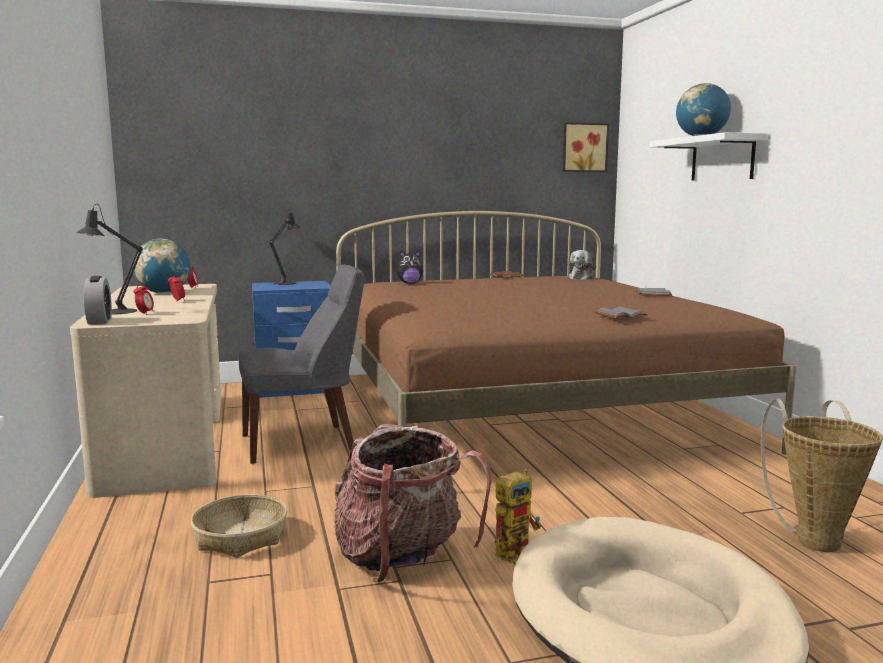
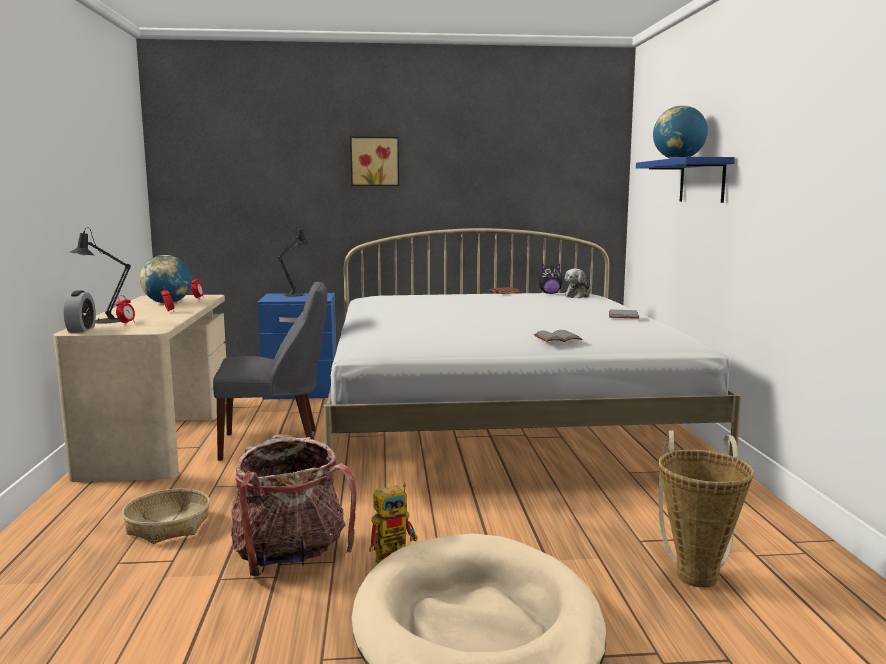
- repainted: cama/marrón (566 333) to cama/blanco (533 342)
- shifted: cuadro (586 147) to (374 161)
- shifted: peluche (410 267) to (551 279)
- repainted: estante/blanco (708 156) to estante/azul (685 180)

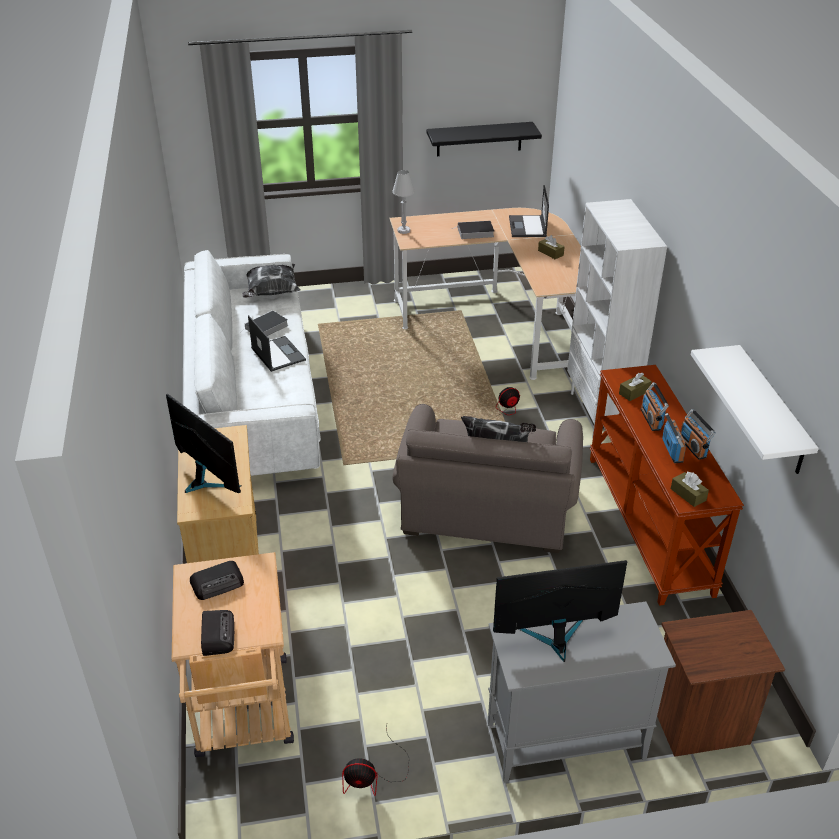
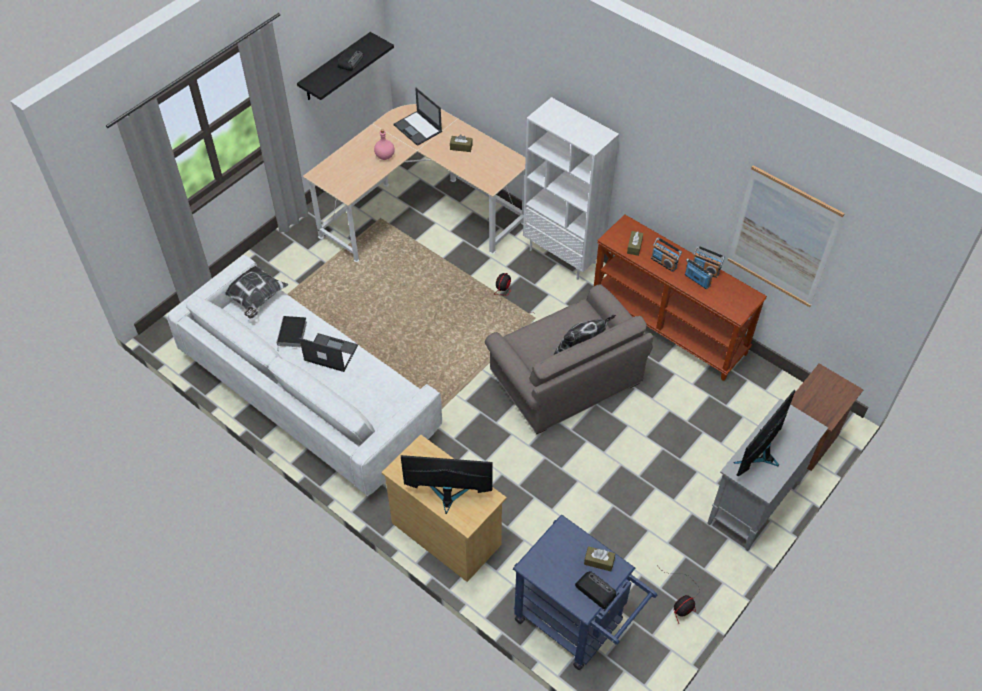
- shifted: radio (217 580) to (350 59)
- swapped: libro (473 230) to botella/rosa (384 144)
- repainted: carrito/beis (233 654) to carrito/azul (585 592)
- shifted: caja de pañuelos/marrón (690 489) to (599 558)
- swapped: estante/blanco (755 409) to cuadro (786 236)
- gone: lámpara de mesa/blanco (403 202)

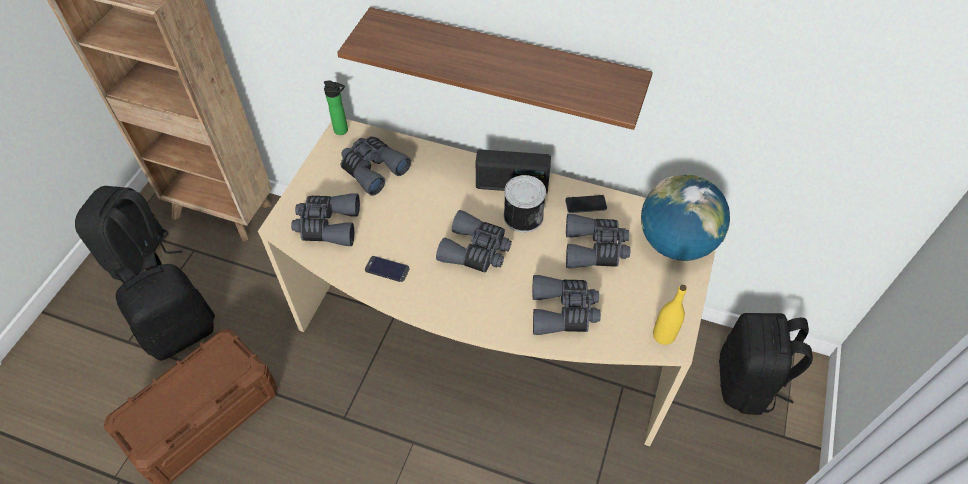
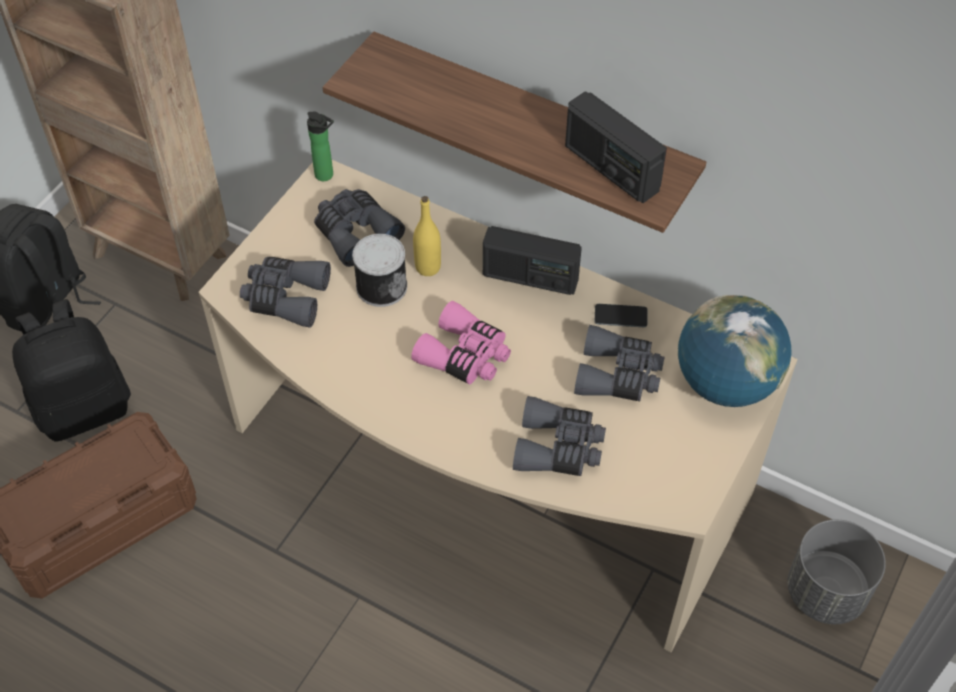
- shifted: lata (525 204) to (379 270)
- repainted: prismáticos/gris (474 241) to prismáticos/rosa (461 342)
- shifted: botella/amarillo (670 315) to (427 236)
- new: radio (616 147)
- swapped: mochila/negro (766 364) to maceta/gris (837 572)
- gone: móvil (387 269)

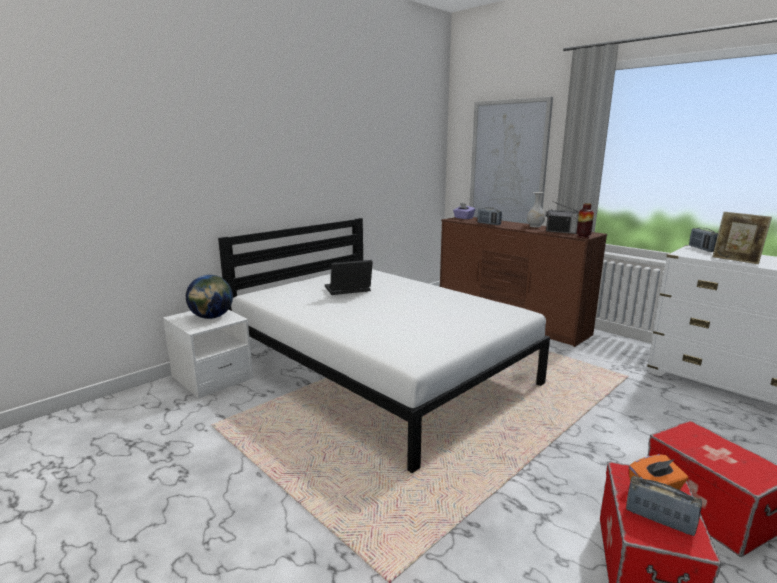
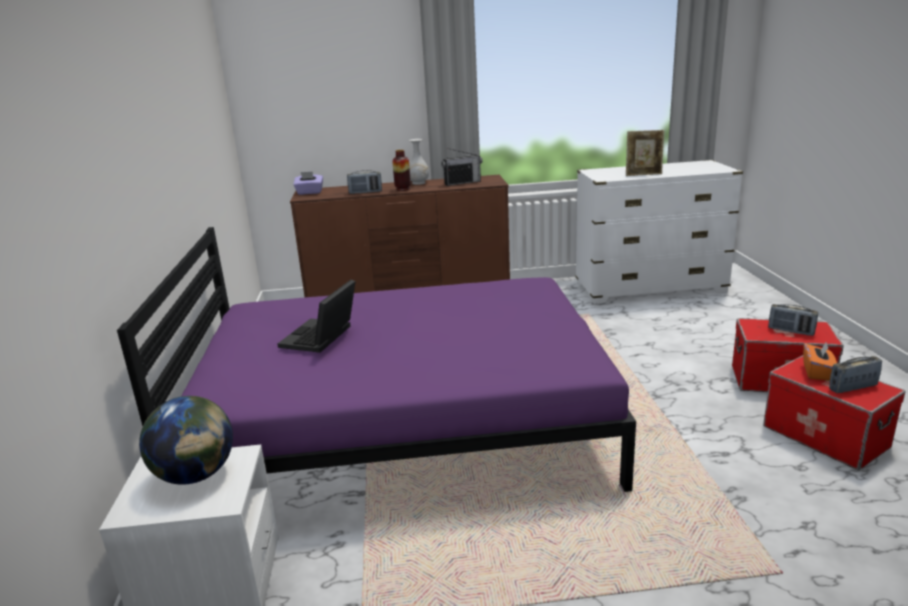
- repainted: cama/blanco (384 345) to cama/morado (376 359)
- shifted: florero (585 220) to (401 170)
- shifted: radio (703 240) to (793 320)
- gone: cuadro (511 160)

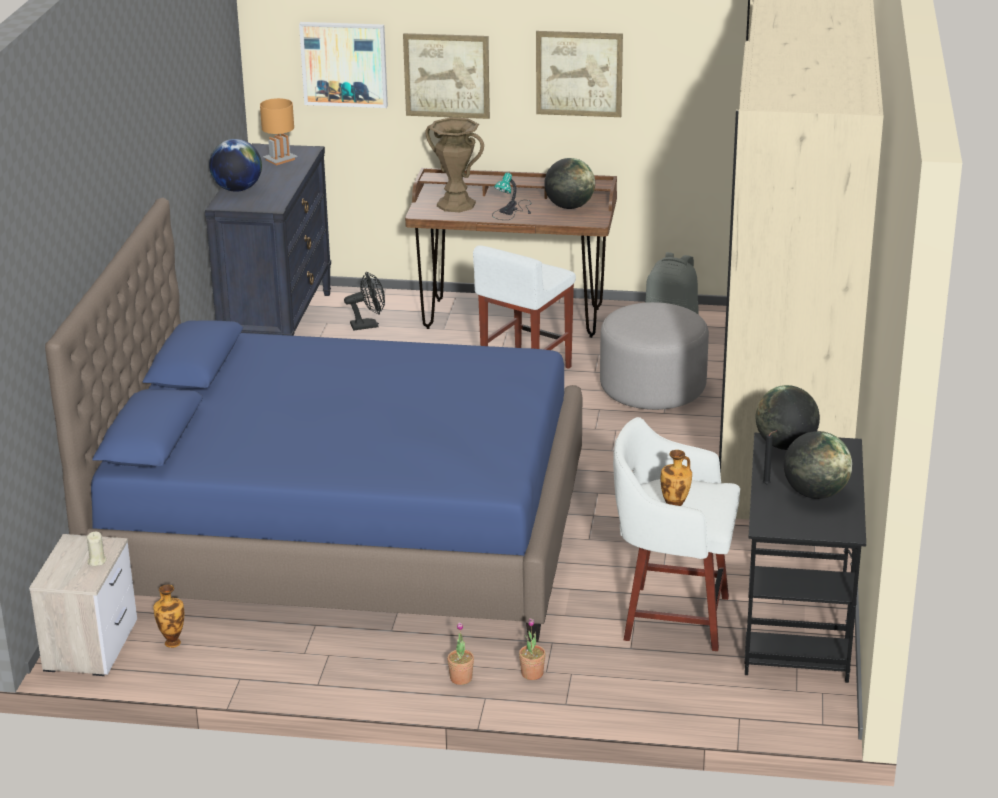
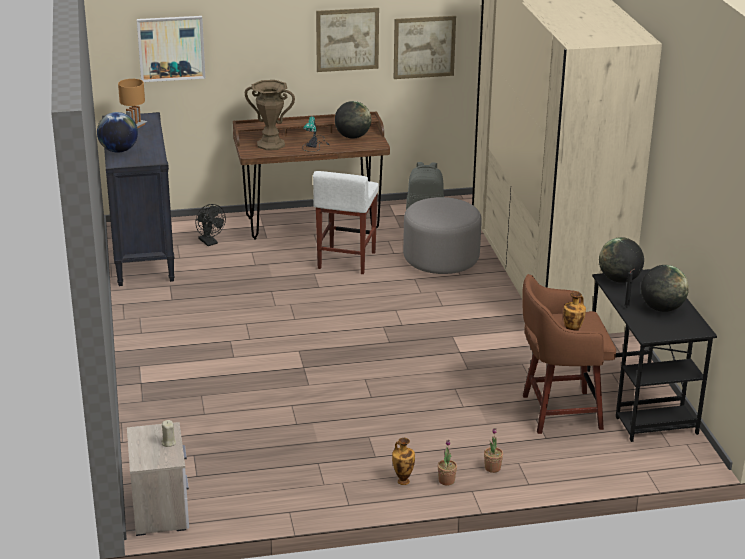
- rotated: ventilador/negro (364 301) = (210 225) 90 degrees clockwise
- shifted: florero (168 616) to (403 461)
- shifted: cuadro (446 76) to (425 47)
- repainted: taburete/blanco (676 534) to taburete/marrón (569 354)
- gone: cama/azul (313 420)

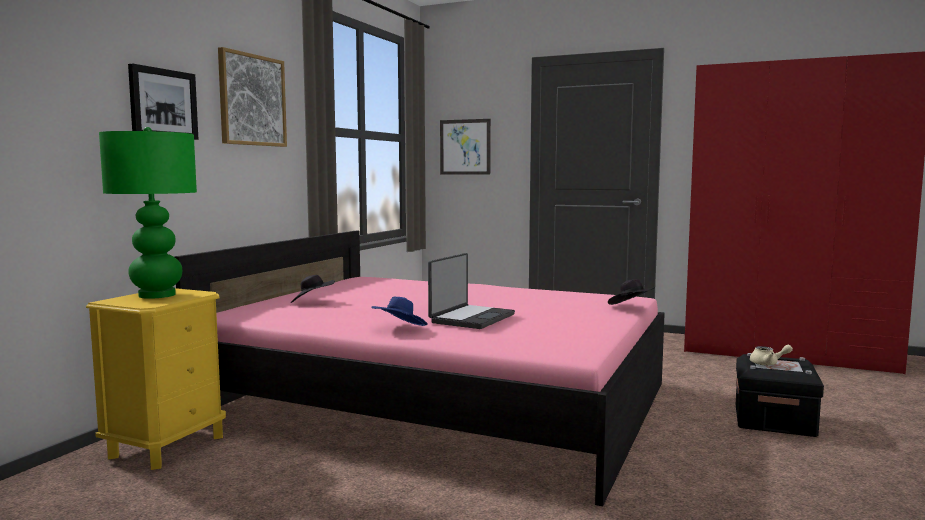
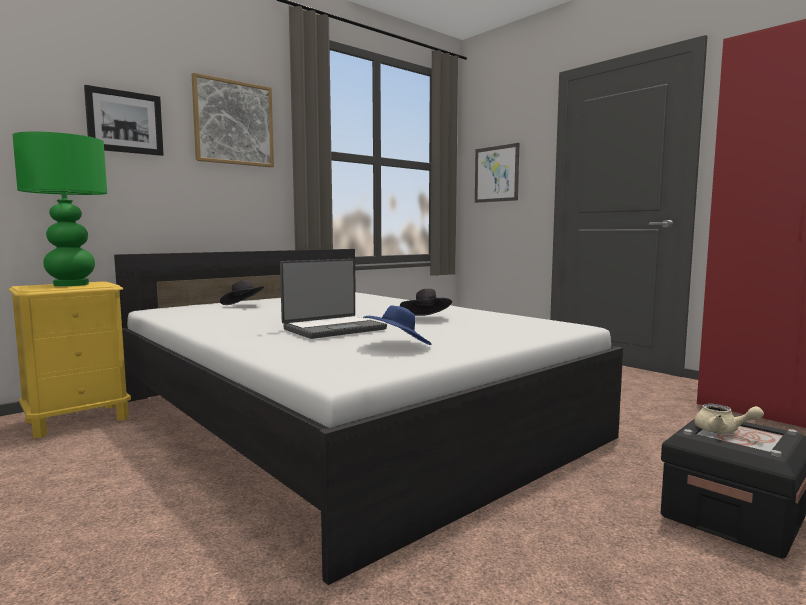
- repainted: cama/rosa (419 368) to cama/blanco (368 417)
- shifted: sombrero/azul (399 311) to (397 325)
- shifted: sombrero/negro (631 292) to (426 302)

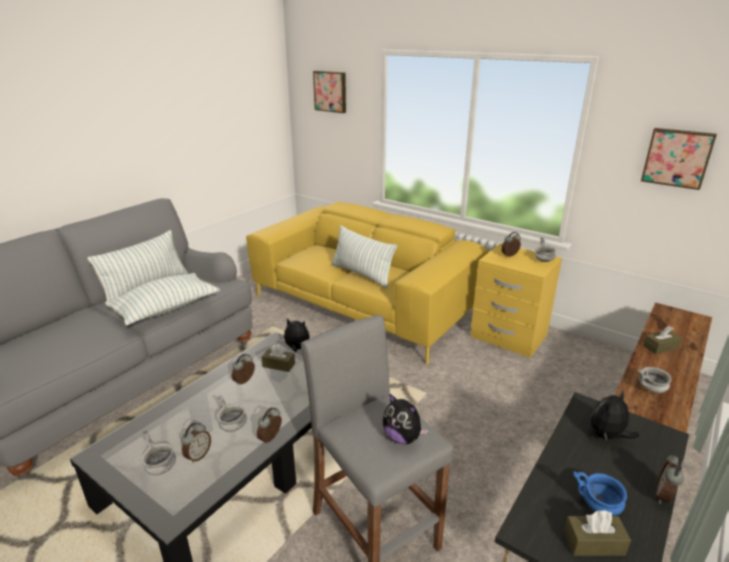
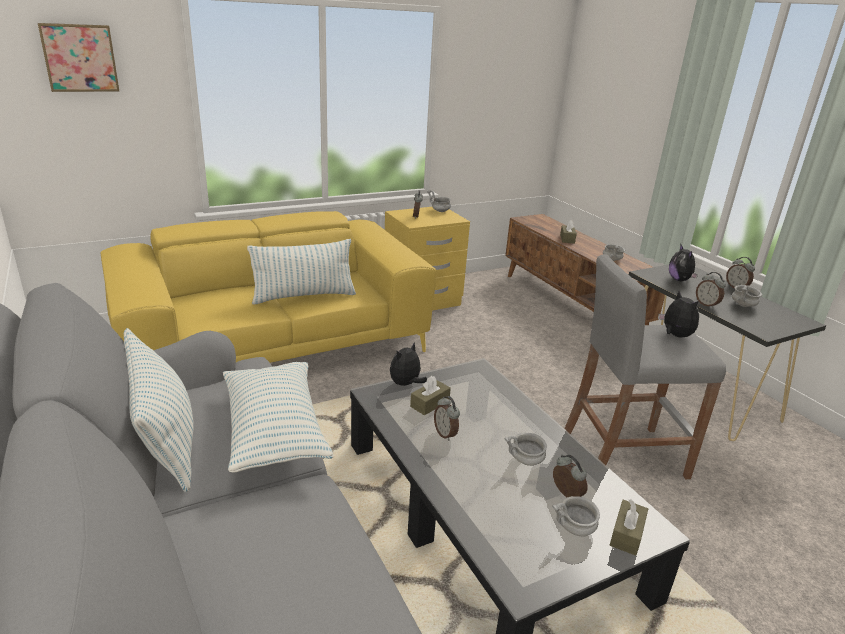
- shifted: caja de pañuelos/marrón (597 533) to (629 527)
- rotated: peluche (405 419) = (678 314) 90 degrees counterclockwise
- shifted: despertador (269 425) to (711 290)
- repainted: cuenco/azul (600 493) to cuenco/gris (747 296)
- gone: cuadro (679 159)

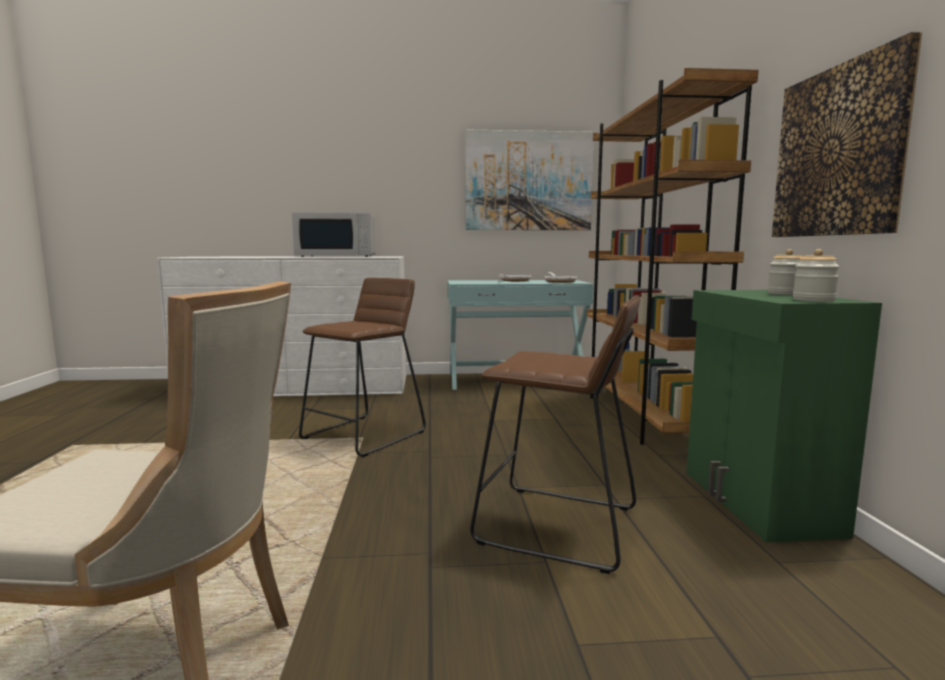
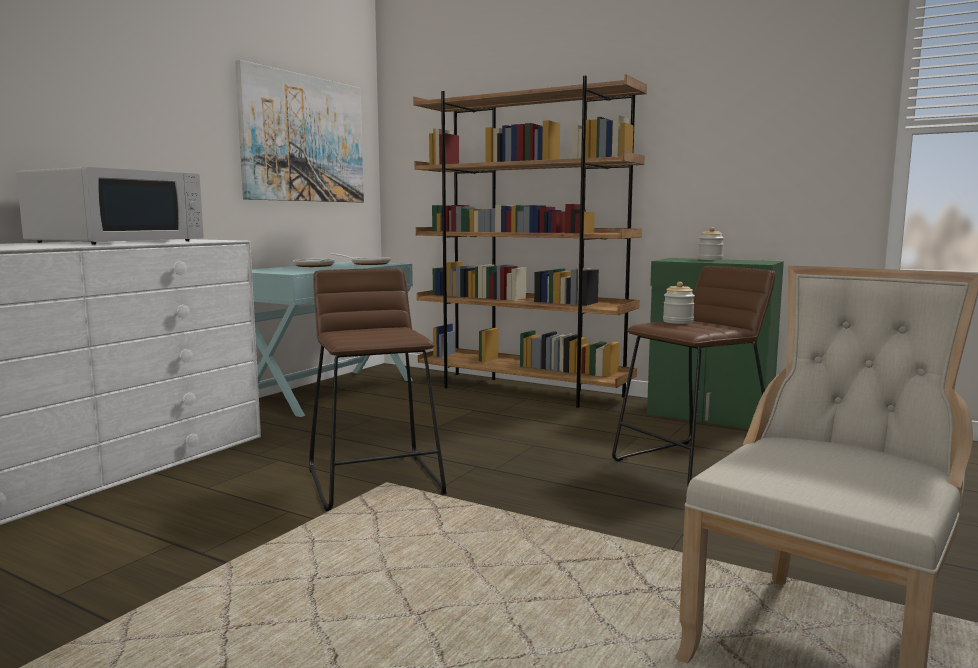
- shifted: tarro (816 275) to (679 303)
- gone: cuadro (847 134)

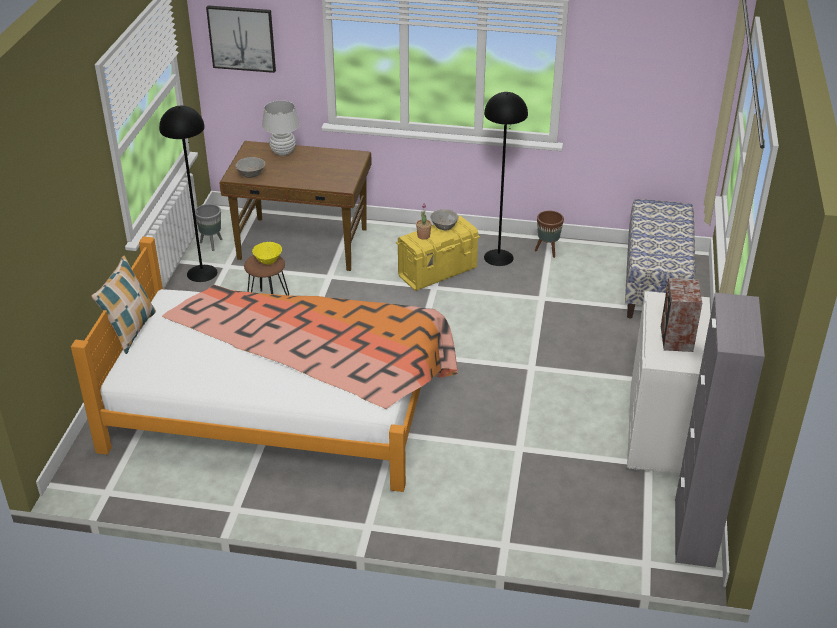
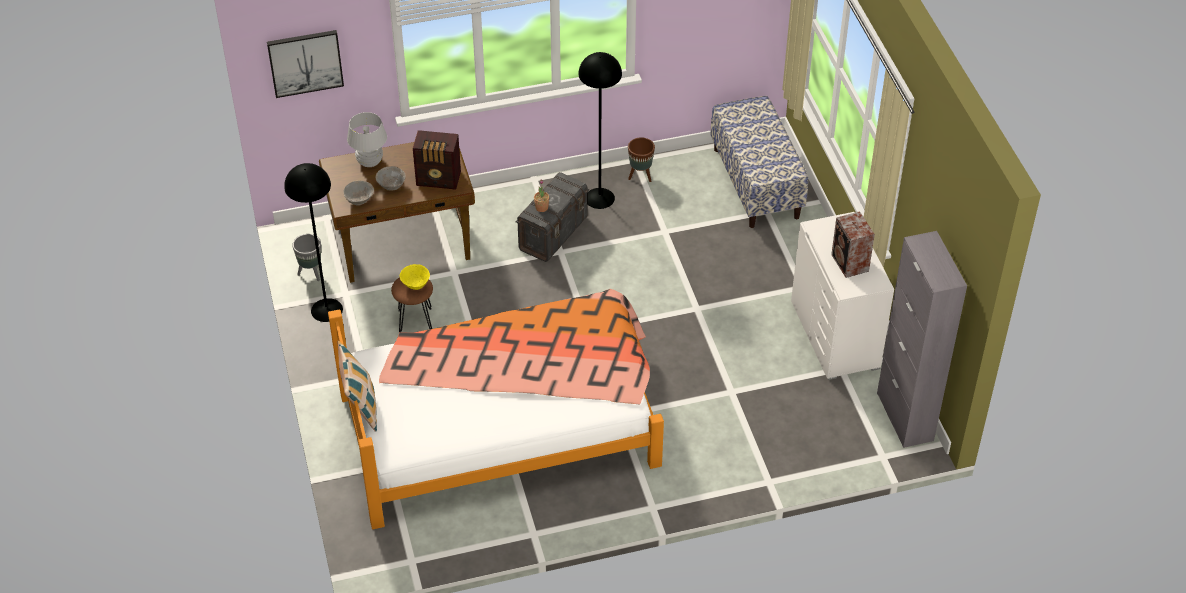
- shifted: cuenco/gris (444 220) to (391 178)
- new: radio (437 160)
- repainted: caja de almacenaje/amarillo (438 253) to caja de almacenaje/gris (552 217)

